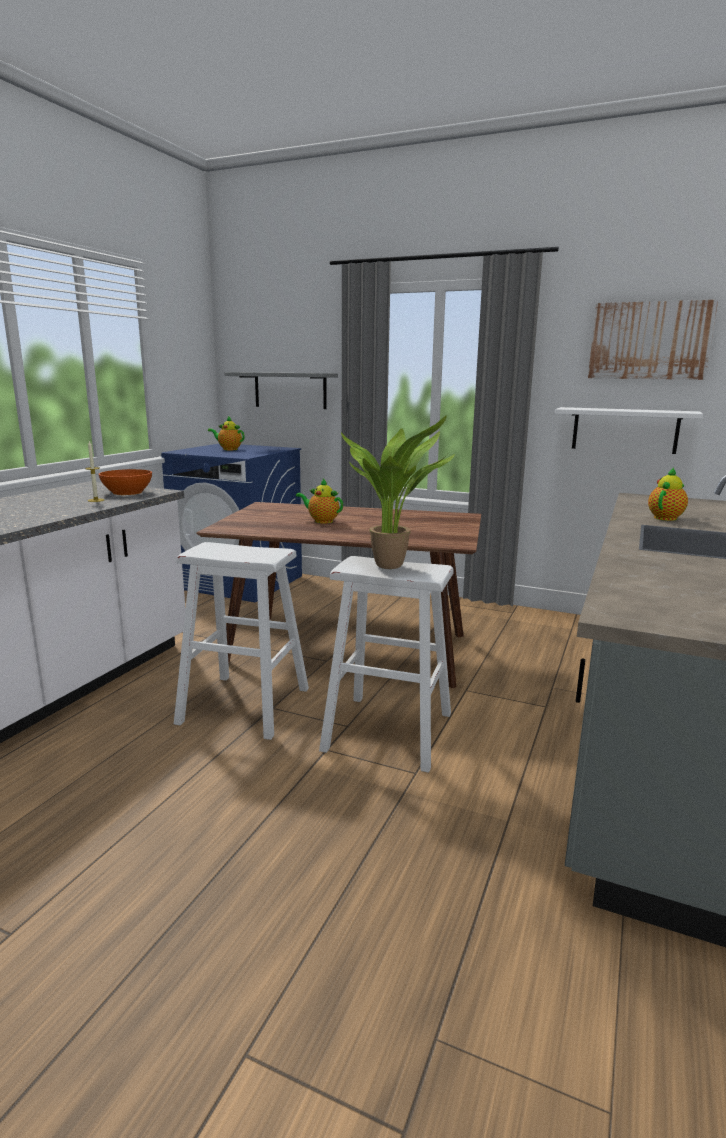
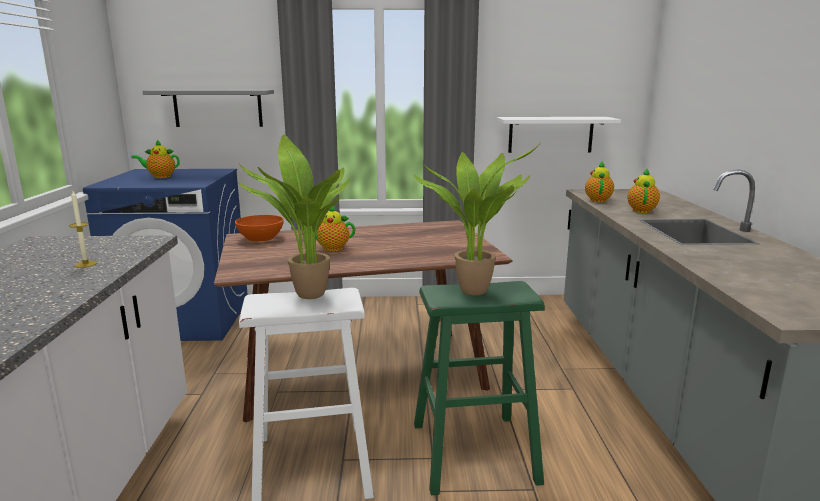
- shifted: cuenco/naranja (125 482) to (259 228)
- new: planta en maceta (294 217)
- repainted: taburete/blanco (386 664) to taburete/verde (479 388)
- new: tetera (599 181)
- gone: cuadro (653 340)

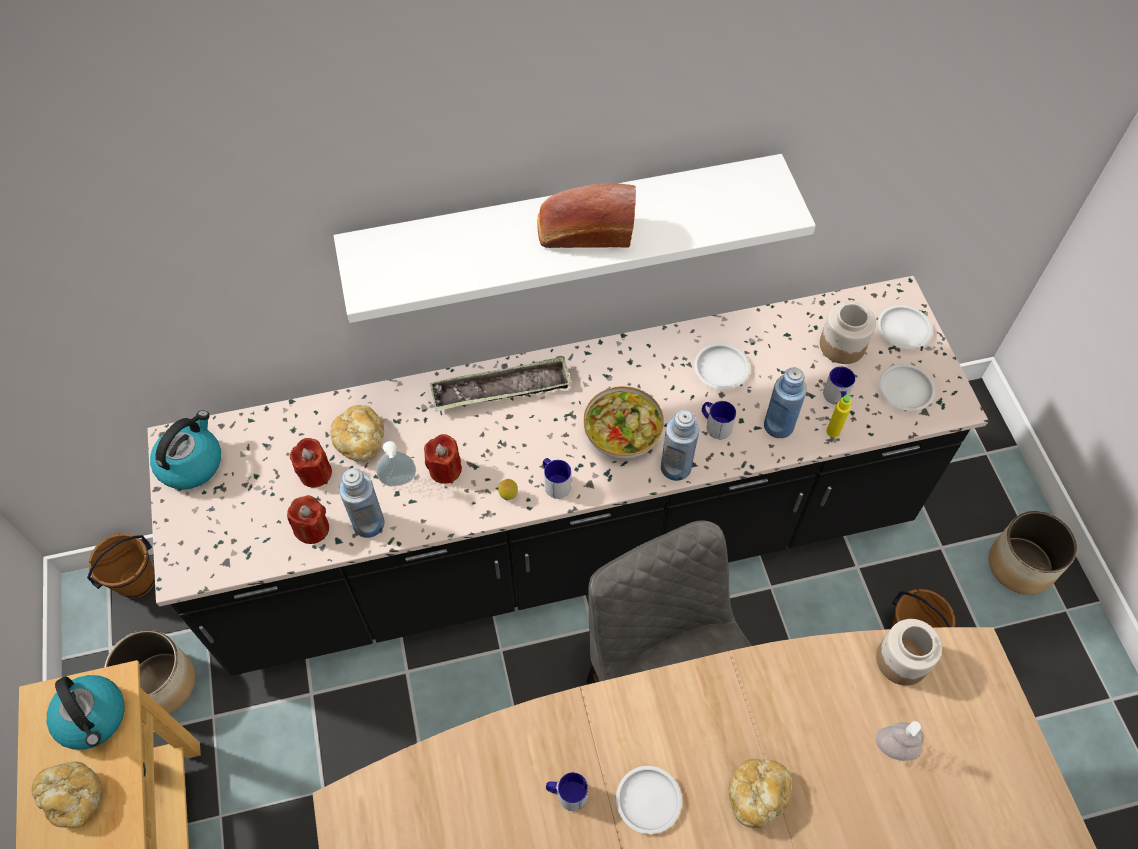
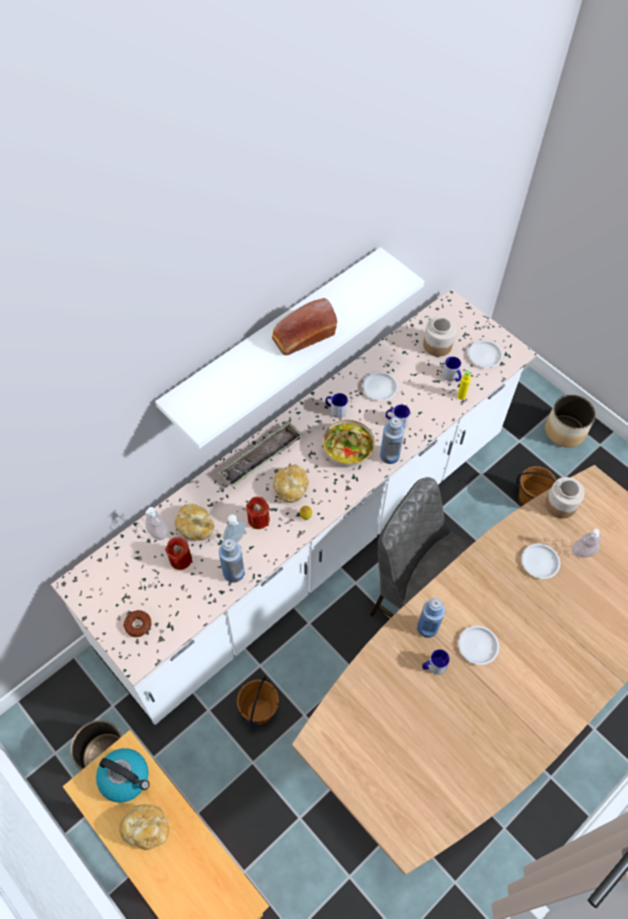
- repainted: mueble bajo de cocina/negro (568 476) to mueble bajo de cocina/blanco (293 507)
- new: rosquilla (137 623)
- new: dispensador de jabón (156 523)
- shifted: cubo/marrón (121 566) to (258 701)
- shifted: pan (760 793) to (291 484)
- shifted: taza grande (557 478) to (336 405)
- shifted: botella/azul (785 402) to (431 618)
- shifted: plato/blanco (905 327) to (541 561)
- gone: hervidor (185 449)
- gone: vela/rojo (308 519)

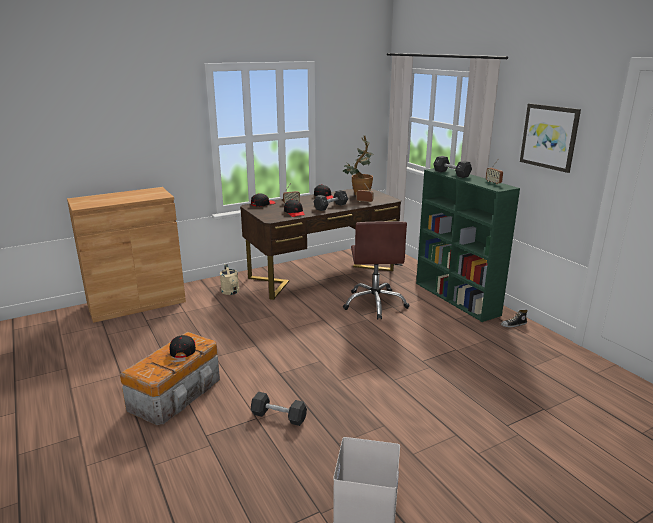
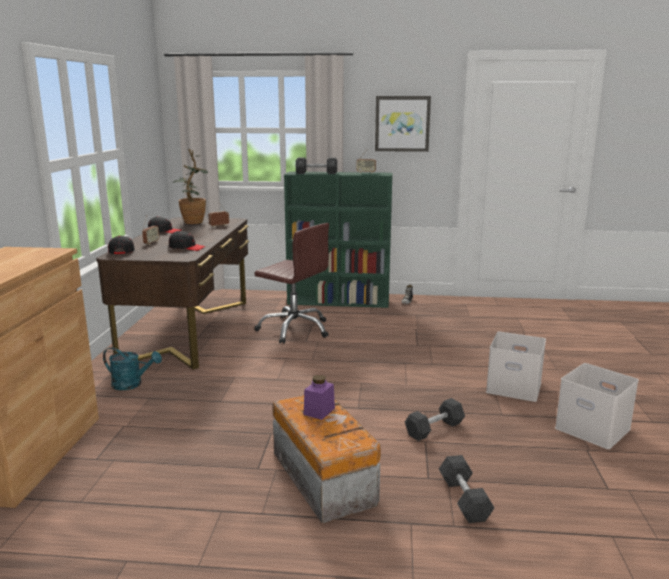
- repainted: regadera/beis (230 279) to regadera/turquesa (132 368)
- swapped: gorra/negro (182 346) to tarro/morado (319 397)
- shifted: mancuerna/negro (331 200) to (467 489)
- new: caja de almacenaje/blanco (516 367)

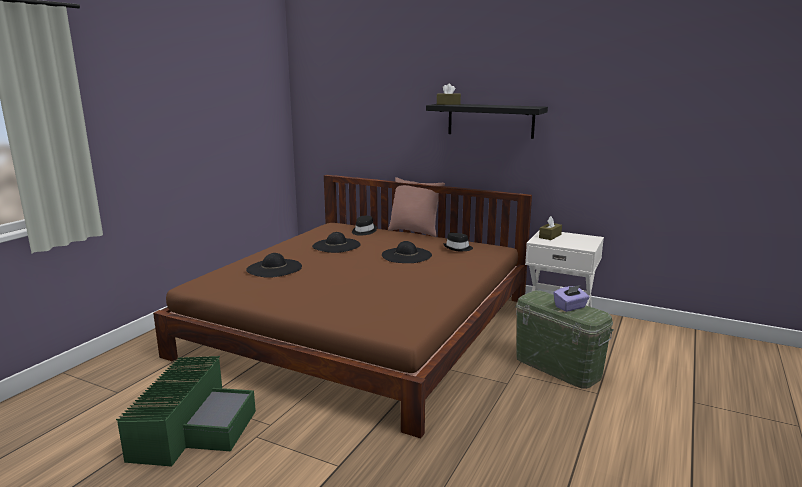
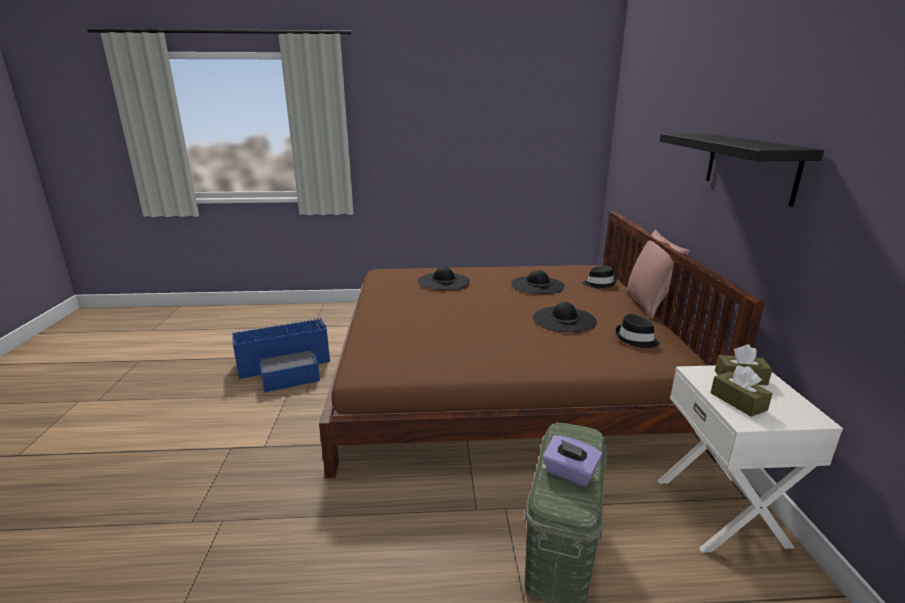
- repainted: caja de almacenaje/verde (186 411) to caja de almacenaje/azul (281 354)
- shifted: caja de pañuelos/marrón (448 94) to (742 391)

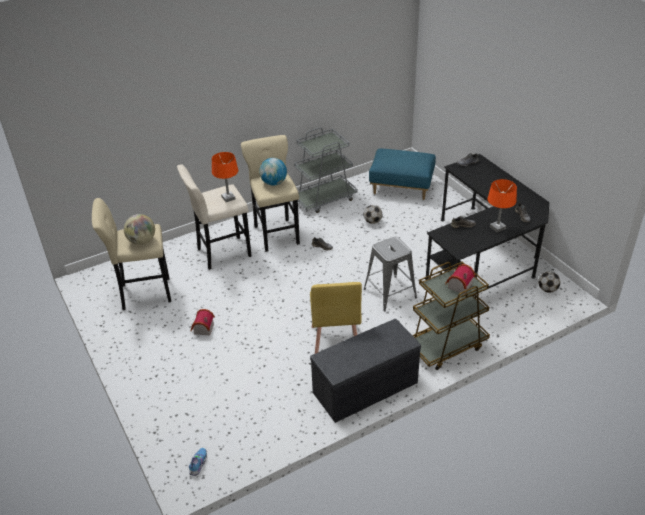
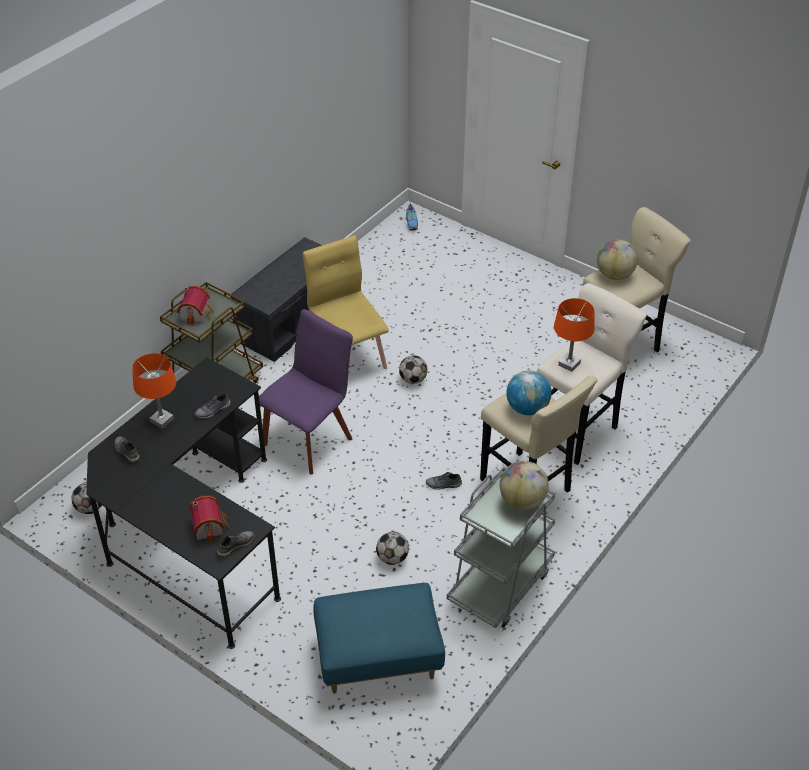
- shifted: casita (203 322) to (209 519)
- swapped: taburete/gris (390 274) to silla/morado (306 392)
- new: balón de fútbol (413 369)
- new: globo terráqueo (524 485)

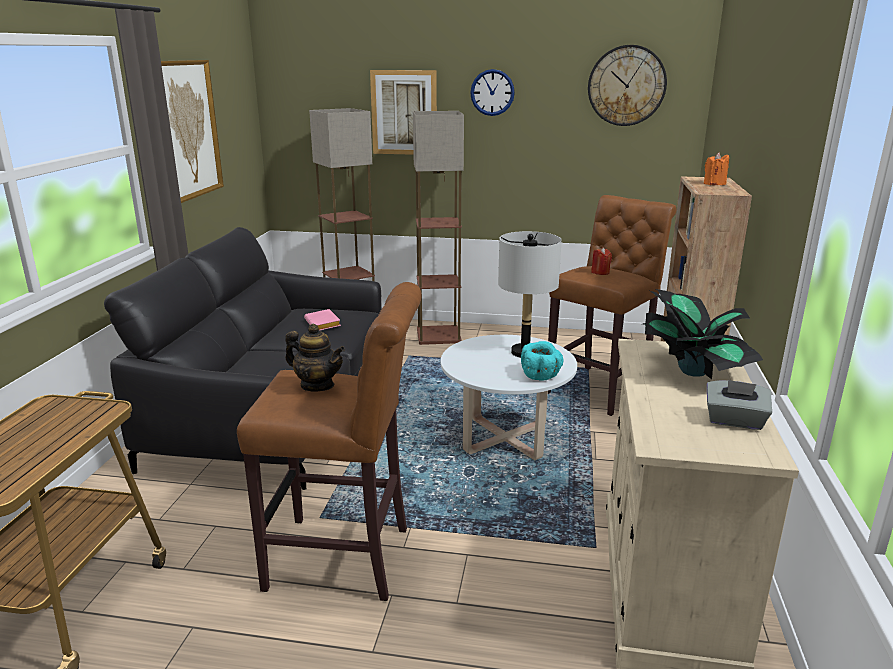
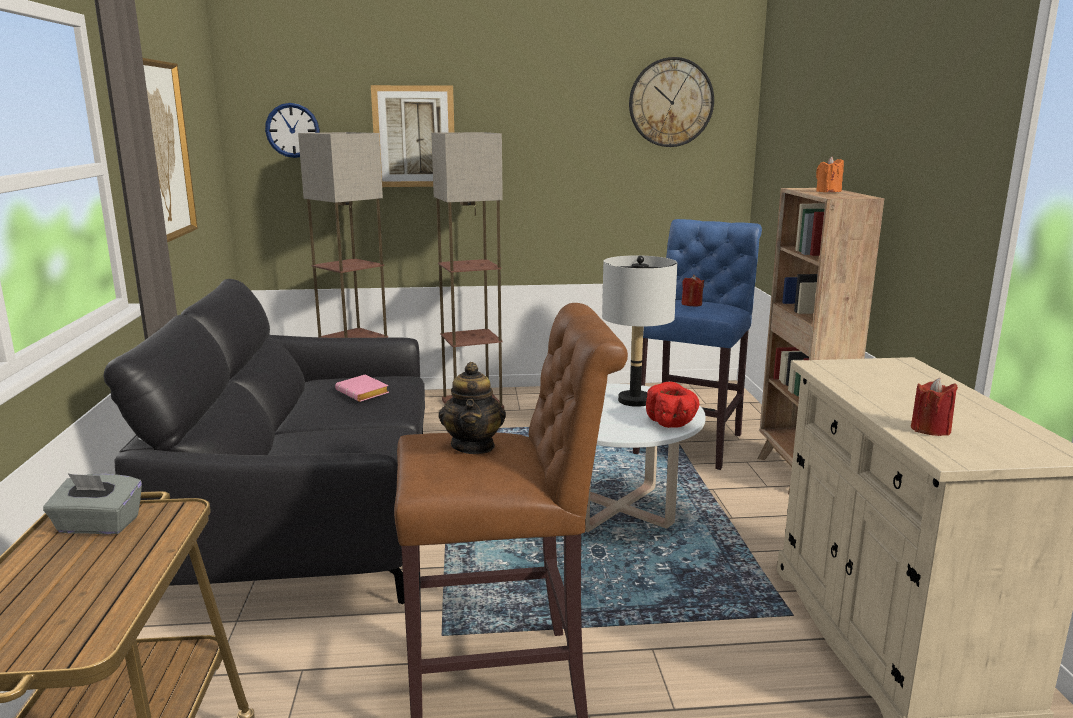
- shifted: caja de pañuelos/gris (739 405) to (92 503)
- shifted: reloj de pared (492 92) to (292 130)
- rotated: tetera (315 358) = (472 408) 75 degrees clockwise
- repainted: taburete/marrón (612 305) to taburete/azul (697 344)
- repainted: cuenco/turquesa (542 361) to cuenco/rojo (673 405)
- new: vela/rojo (934 407)
- gone: planta en maceta (703 334)

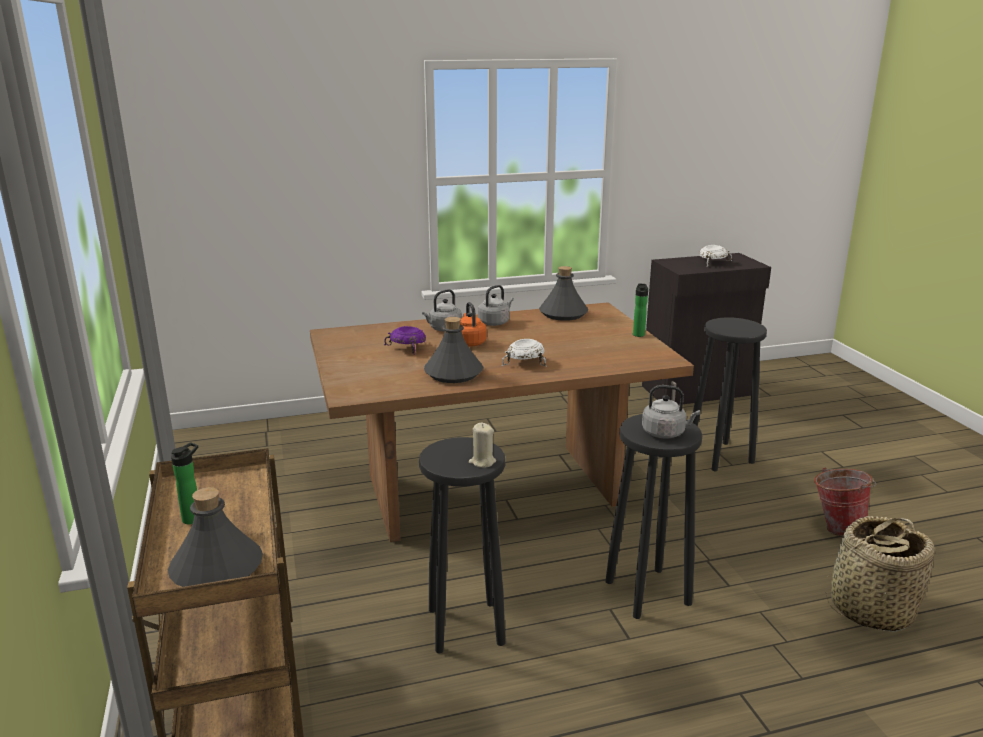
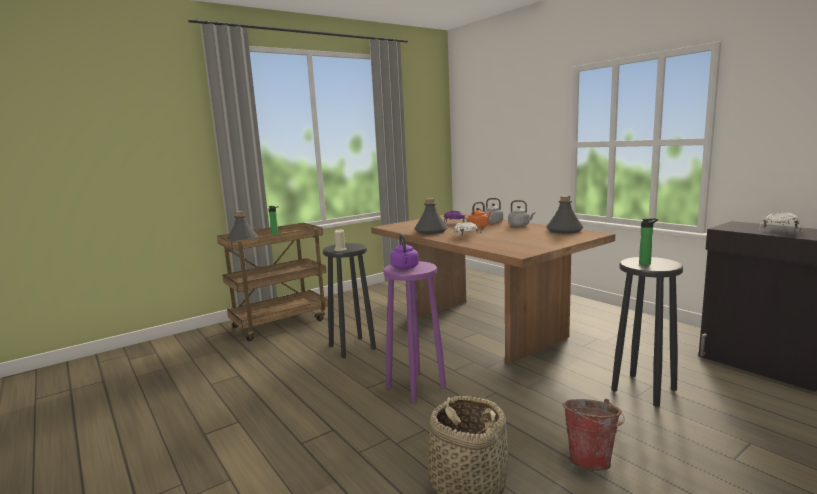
- repainted: taburete/negro (653 516) to taburete/morado (414 332)
- repainted: hervidor/gris (671 411) to hervidor/morado (405 251)
- shifted: botella (640 310) to (648 242)

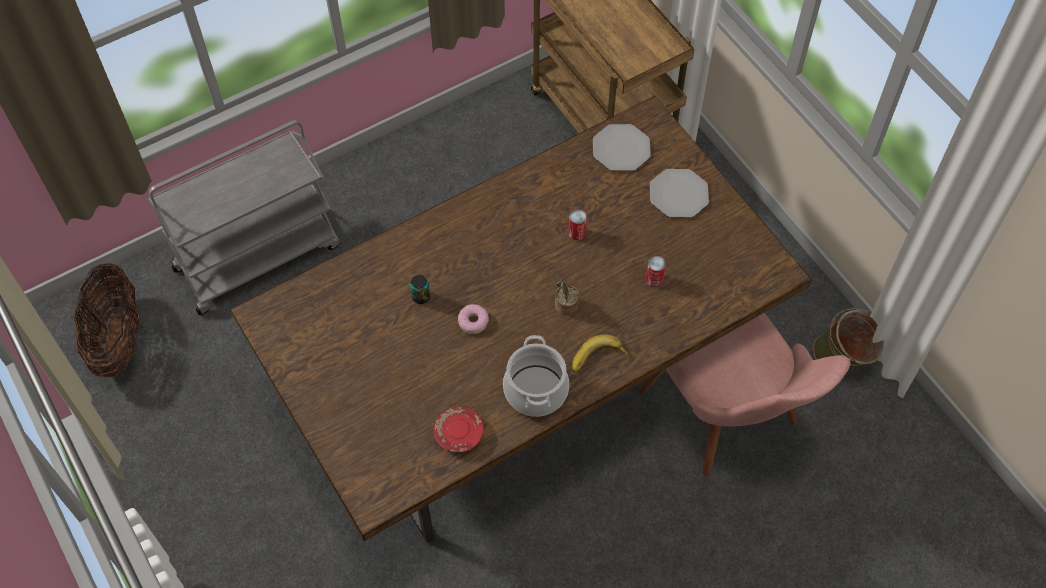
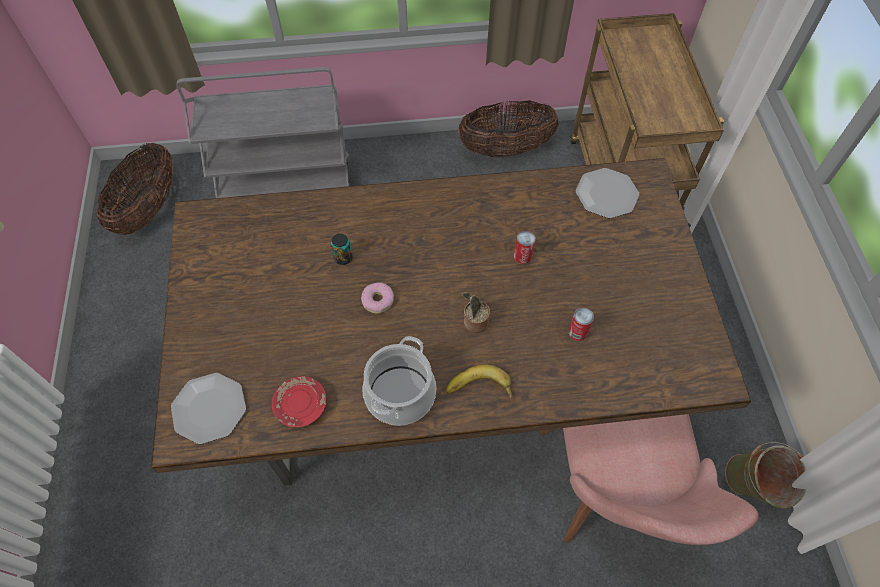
- shifted: plato (679 193) to (208 408)
- new: cesta (508 128)

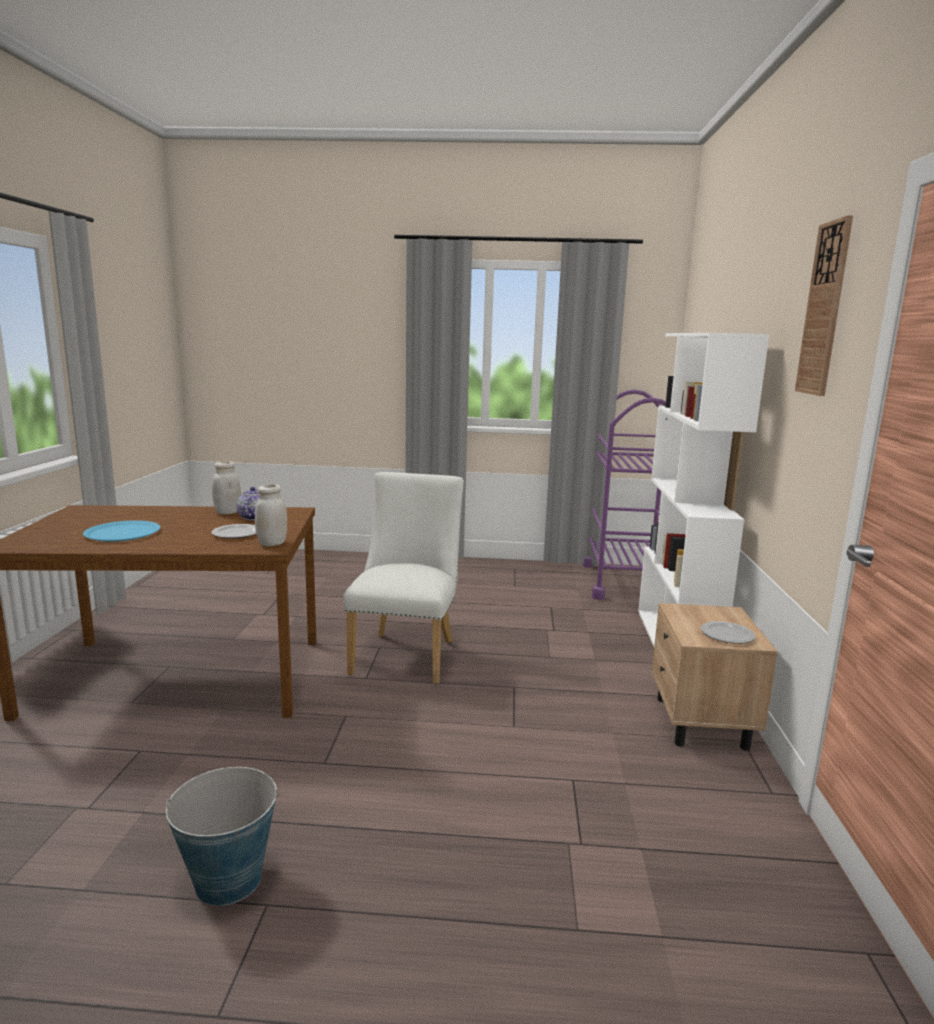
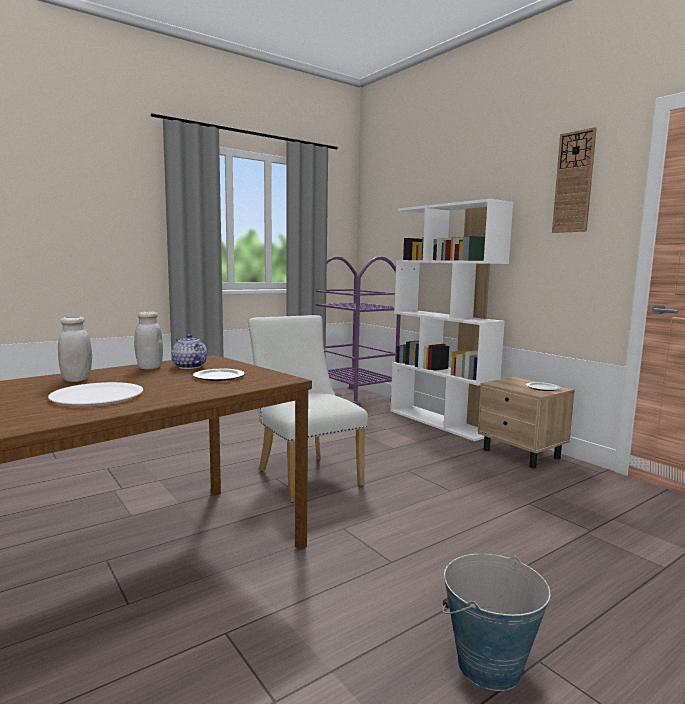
- repainted: plato/azul (122 531) to plato/blanco (95 394)
- shifted: tarro/blanco (271 515) to (75 349)

